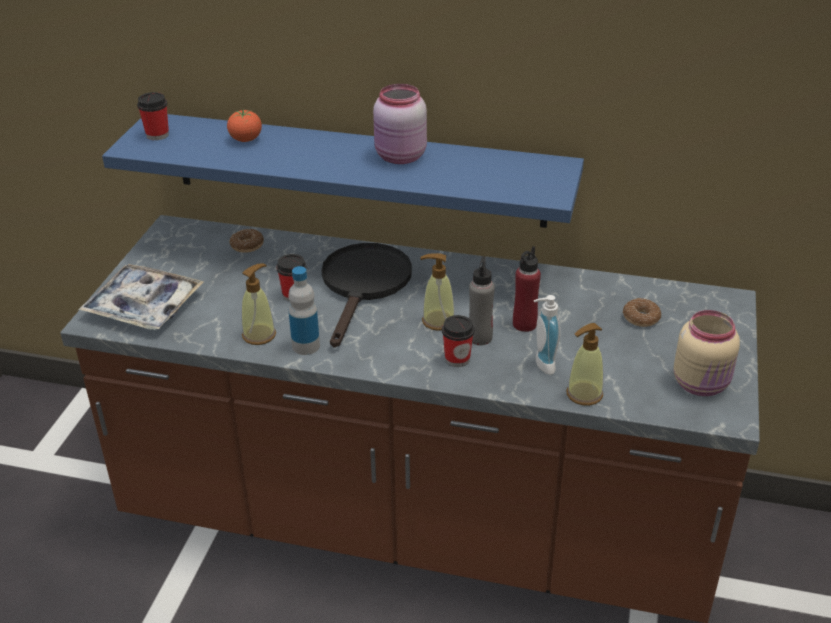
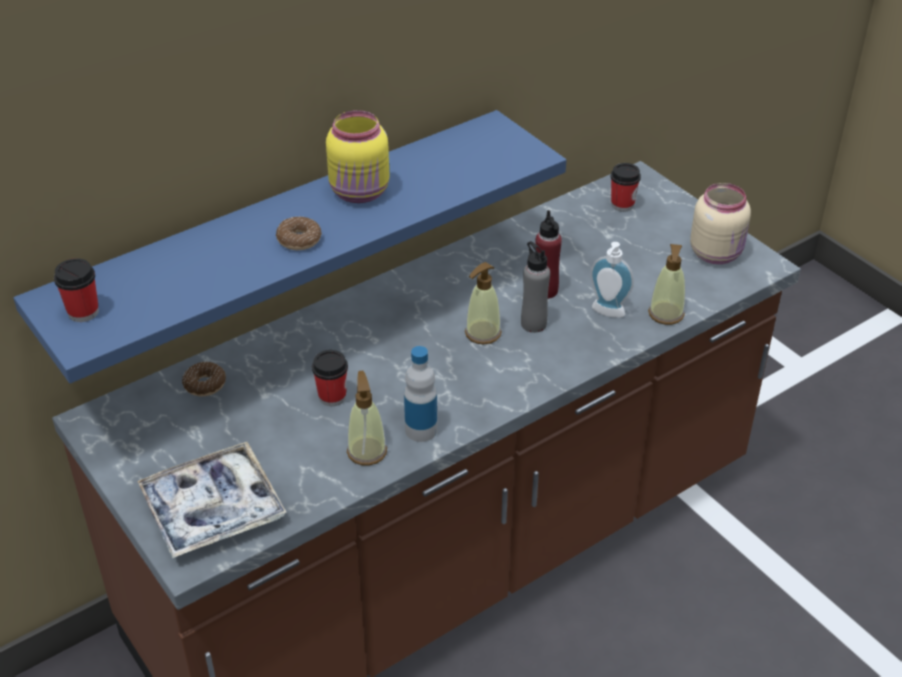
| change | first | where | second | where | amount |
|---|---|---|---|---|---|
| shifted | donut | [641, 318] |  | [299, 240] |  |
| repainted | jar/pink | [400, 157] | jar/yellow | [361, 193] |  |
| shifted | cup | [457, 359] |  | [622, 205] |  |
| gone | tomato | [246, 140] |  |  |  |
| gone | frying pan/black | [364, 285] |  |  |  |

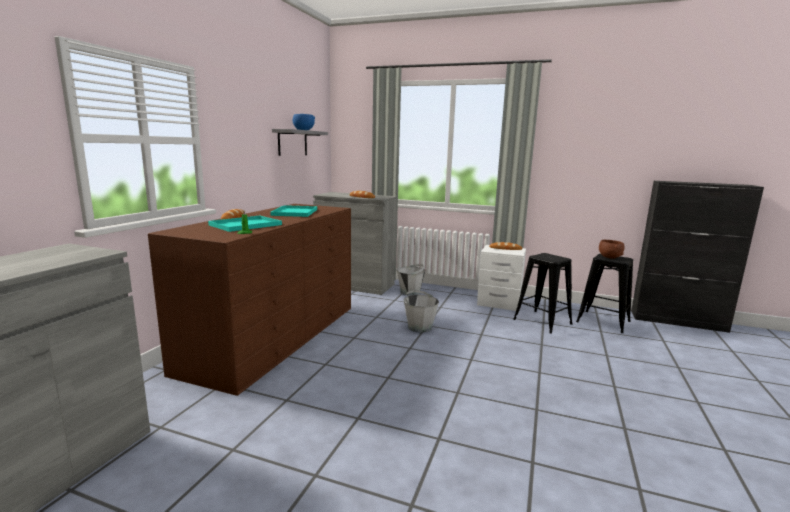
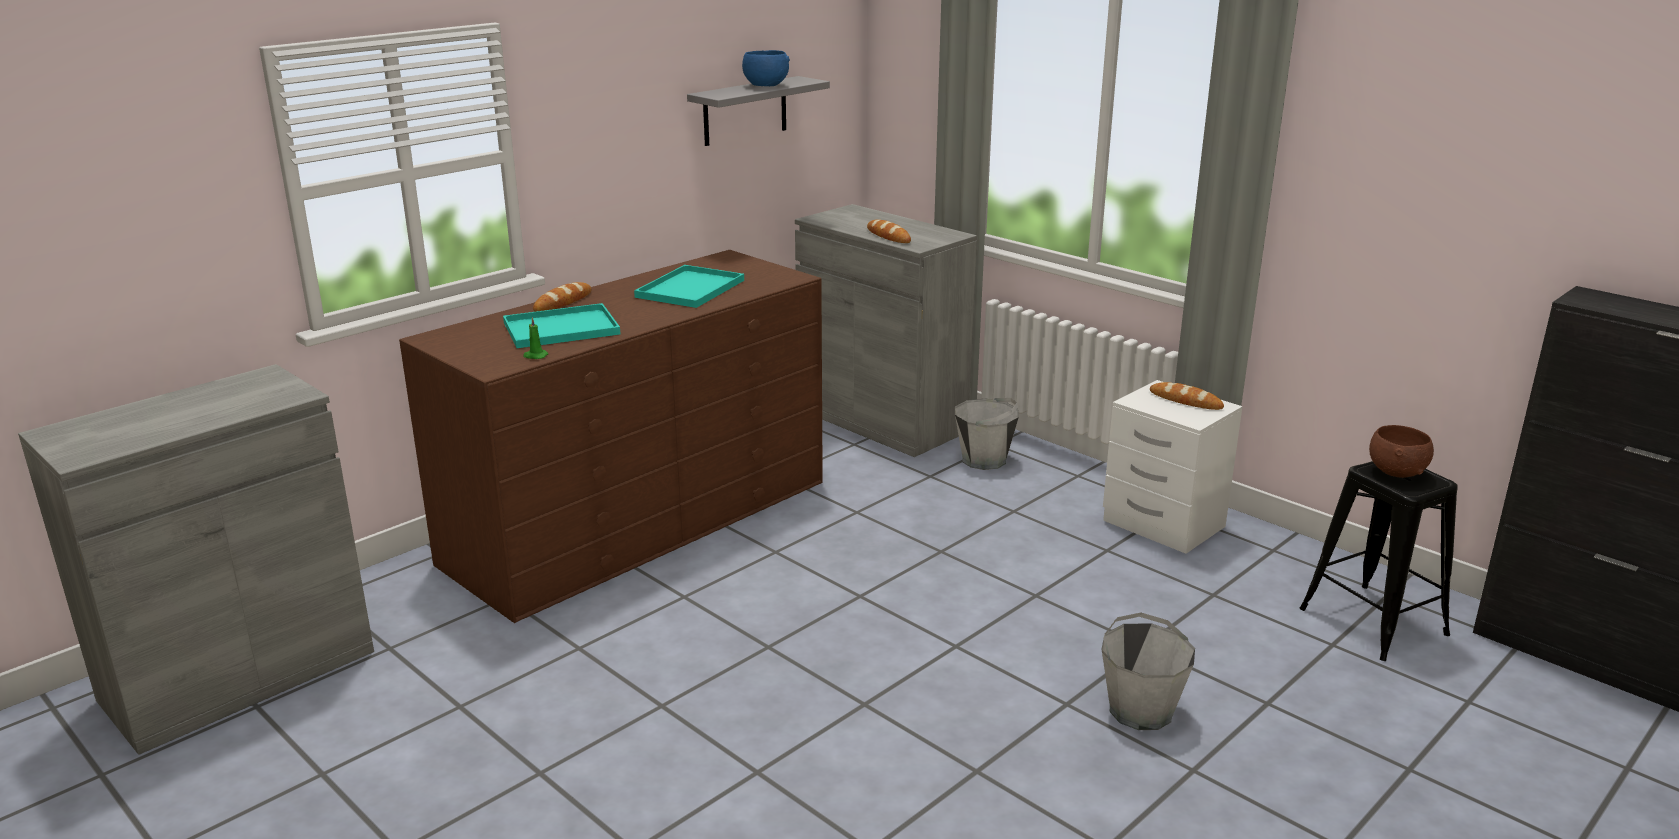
| change | first | where | second | where | amount |
|---|---|---|---|---|---|
| shifted | bucket/grey | [419, 327] |  | [1140, 710] |  |
| gone | stool/black | [542, 321] |  |  |  |

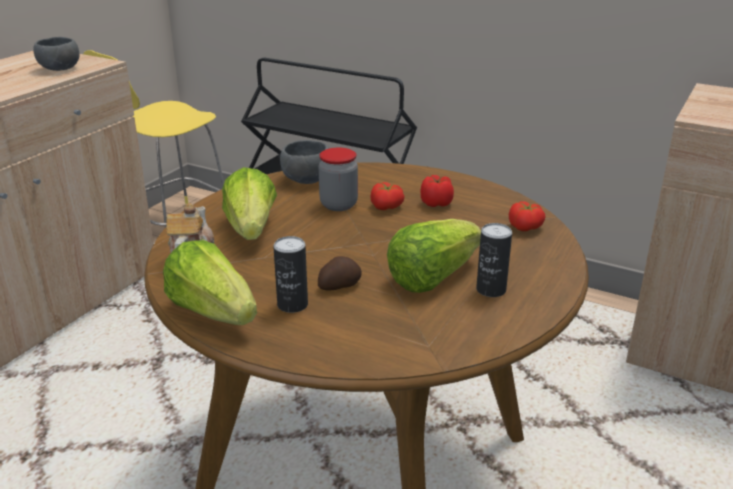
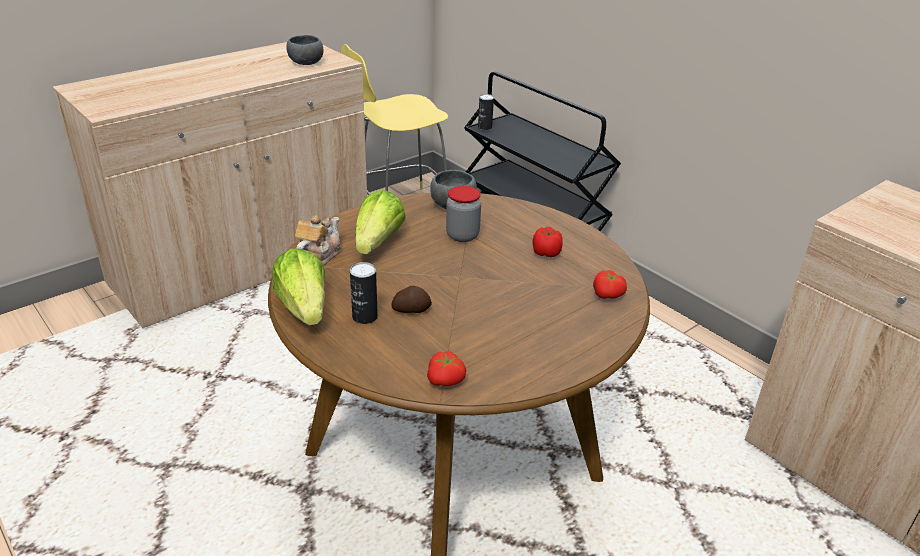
| change | first | where | second | where | amount |
|---|---|---|---|---|---|
| shifted | tomato | [387, 207] |  | [446, 380] |  |
| shifted | can | [491, 290] |  | [485, 127] |  |
| gone | lettuce | [432, 277] |  |  |  |

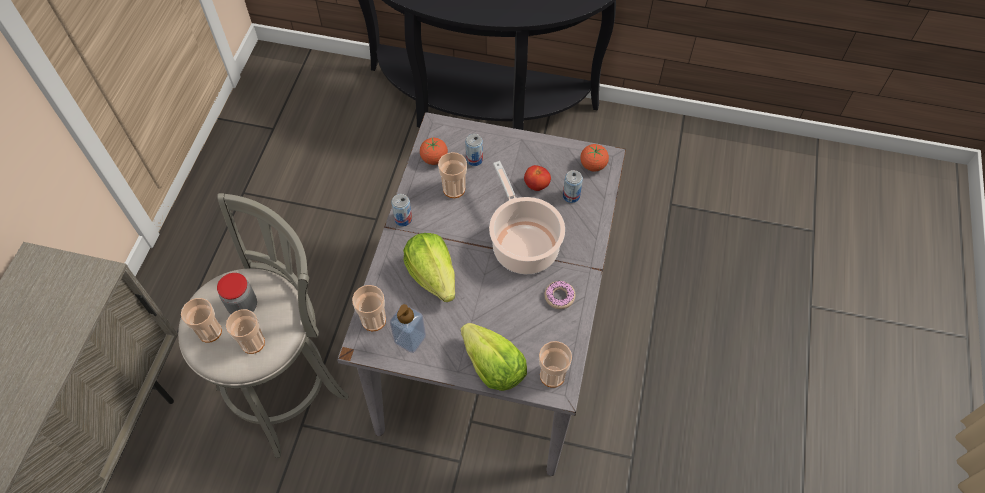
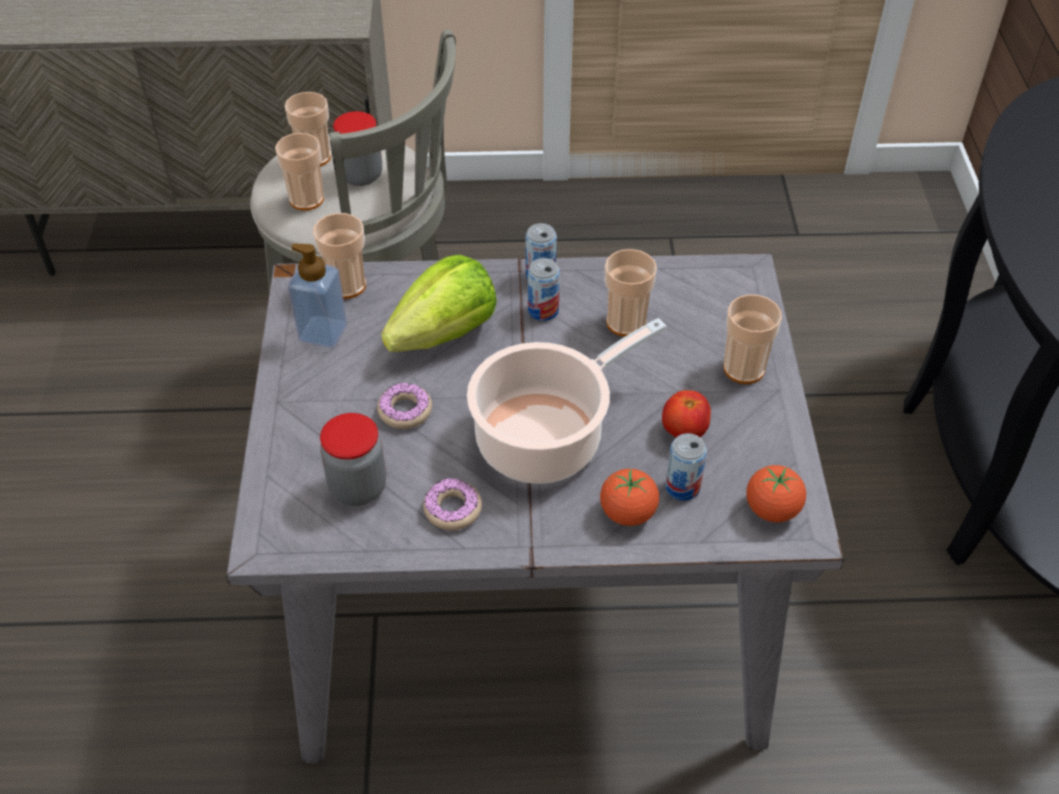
| change | first | where | second | where | amount |
|---|---|---|---|---|---|
| new |  |  | jar | [358, 487] |  |
| new |  |  | donut | [405, 411] |  |
| shifted | can | [474, 159] |  | [543, 310] |  |
| shifted | tomato | [434, 159] |  | [628, 513] |  |
| shifted | cup | [552, 375] |  | [744, 368] |  |
| gone | lettuce | [493, 367] |  |  |  |

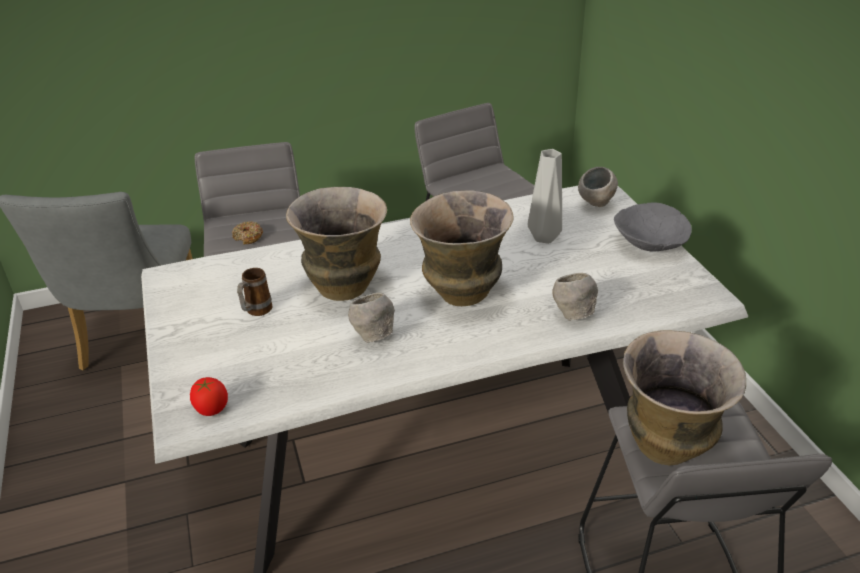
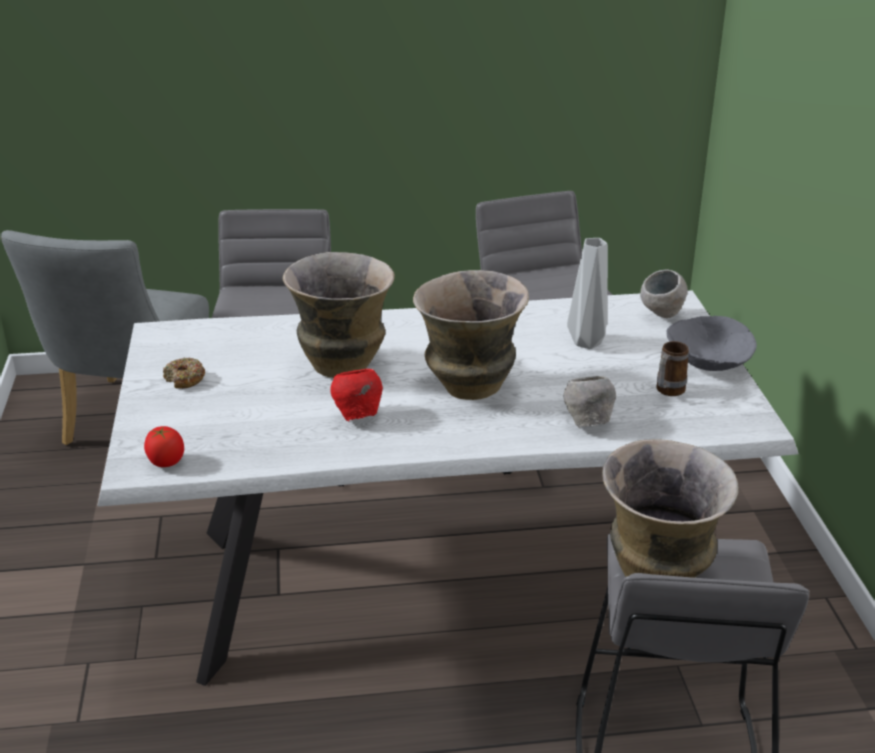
| change | first | where | second | where | amount |
|---|---|---|---|---|---|
| shifted | donut | [248, 237] |  | [185, 379] |  |
| repainted | bowl/grey | [373, 336] | bowl/red | [357, 416] |  |
| shifted | mug | [256, 312] |  | [667, 392] |  |

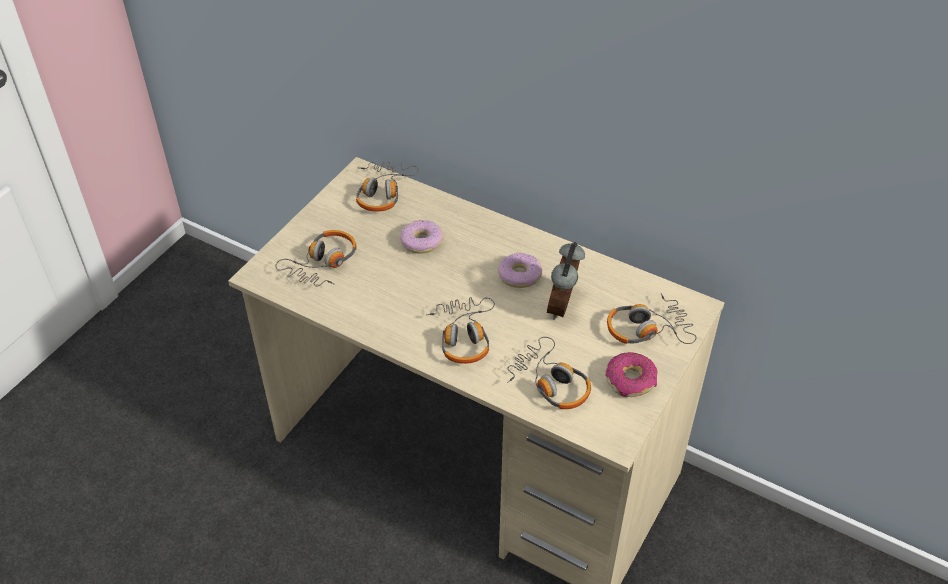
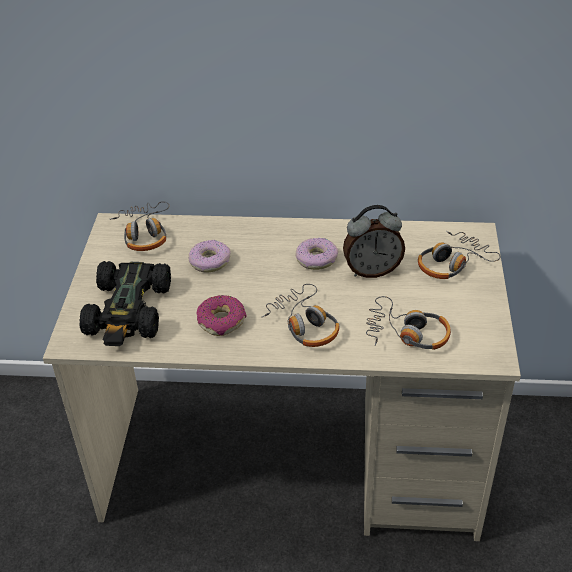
| change | first | where | second | where | amount |
|---|---|---|---|---|---|
| swapped | headphones | [322, 264] | toy car/black | [129, 311] |  |
| shifted | donut | [631, 380] |  | [222, 321] |  |
| rotated | alarm clock | [563, 307] |  | [372, 270] | 90 degrees counterclockwise |

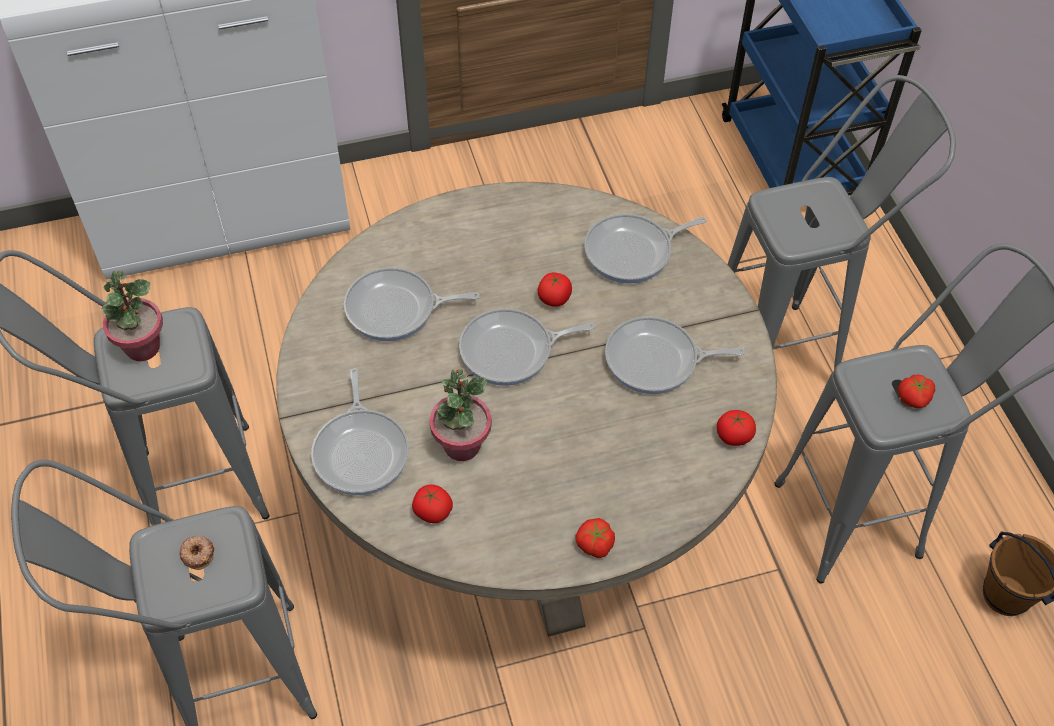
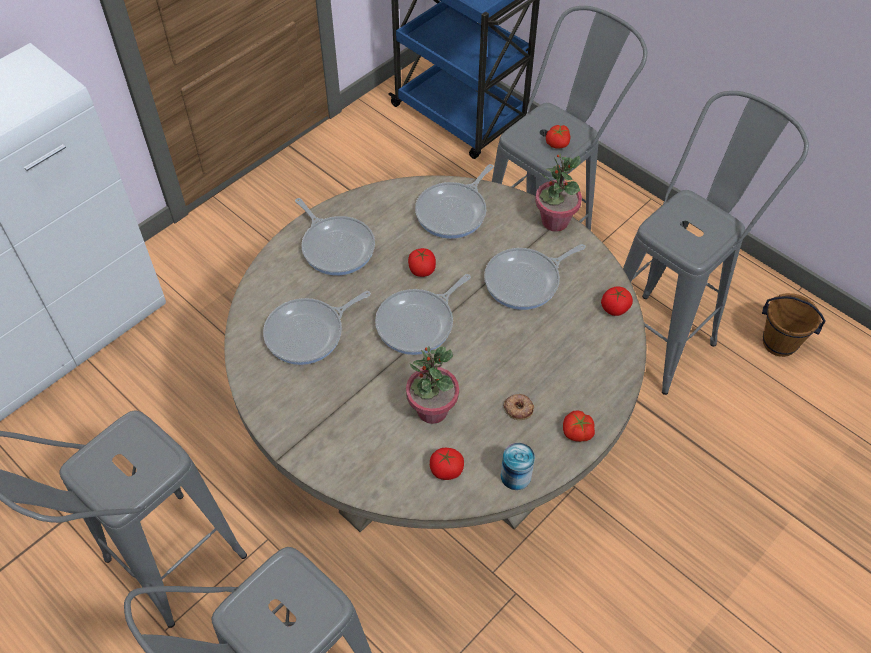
| change | first | where | second | where | amount |
|---|---|---|---|---|---|
| shifted | frying pan | [361, 451] |  | [336, 246] |  |
| new |  |  | can | [515, 476] |  |
| shifted | donut | [198, 553] |  | [518, 408] |  |
| shifted | potted plant | [142, 347] |  | [554, 221] |  |
| shifted | tomato | [914, 398] |  | [558, 143] |  |

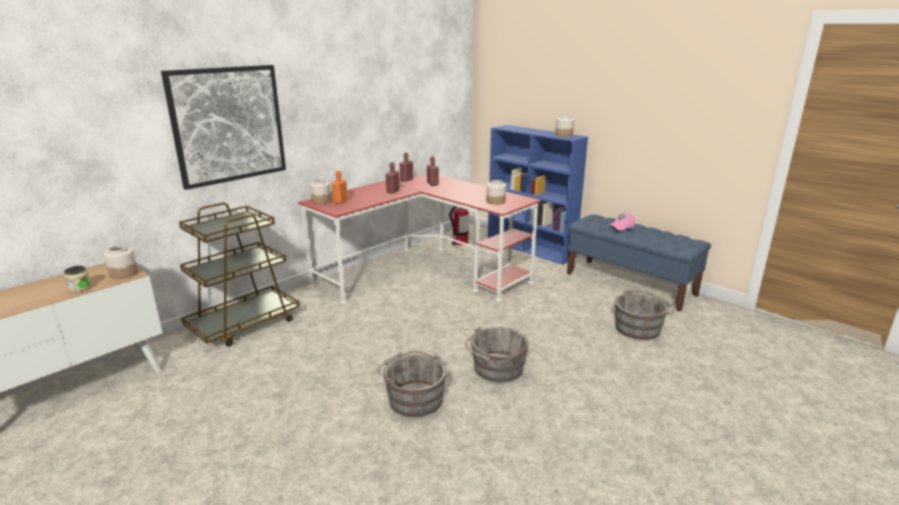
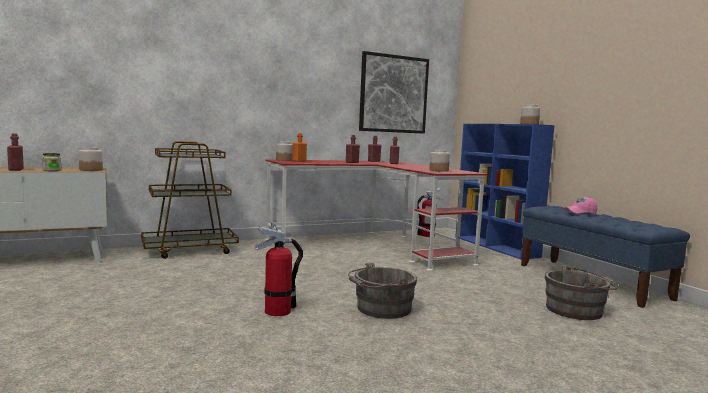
| change | first | where | second | where | amount |
|---|---|---|---|---|---|
| new |  |  | bottle/red | [16, 170] |  |
| swapped | bucket/grey | [413, 398] | fire extinguisher | [278, 311] |  |
| shifted | picture | [228, 125] |  | [393, 94] |  |

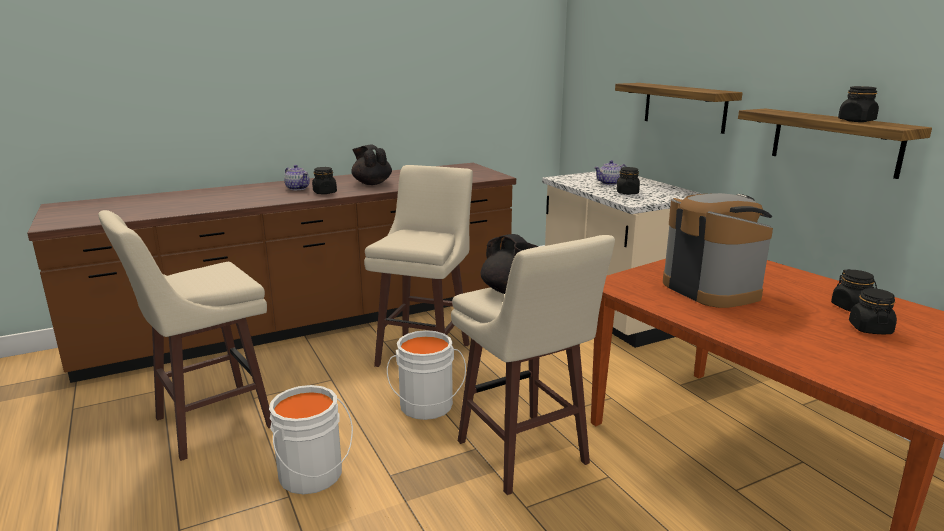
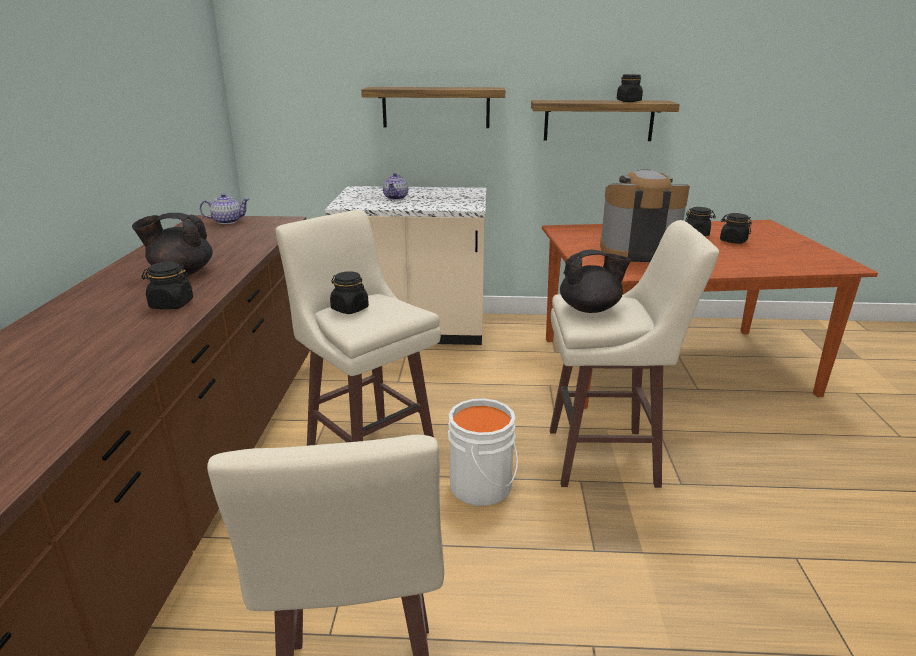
| change | first | where | second | where | amount |
|---|---|---|---|---|---|
| shifted | teapot | [297, 188] |  | [227, 221] |  |
| shifted | jar/black | [627, 192] |  | [349, 309] |  |
| gone | bucket/white | [313, 475] |  |  |  |

